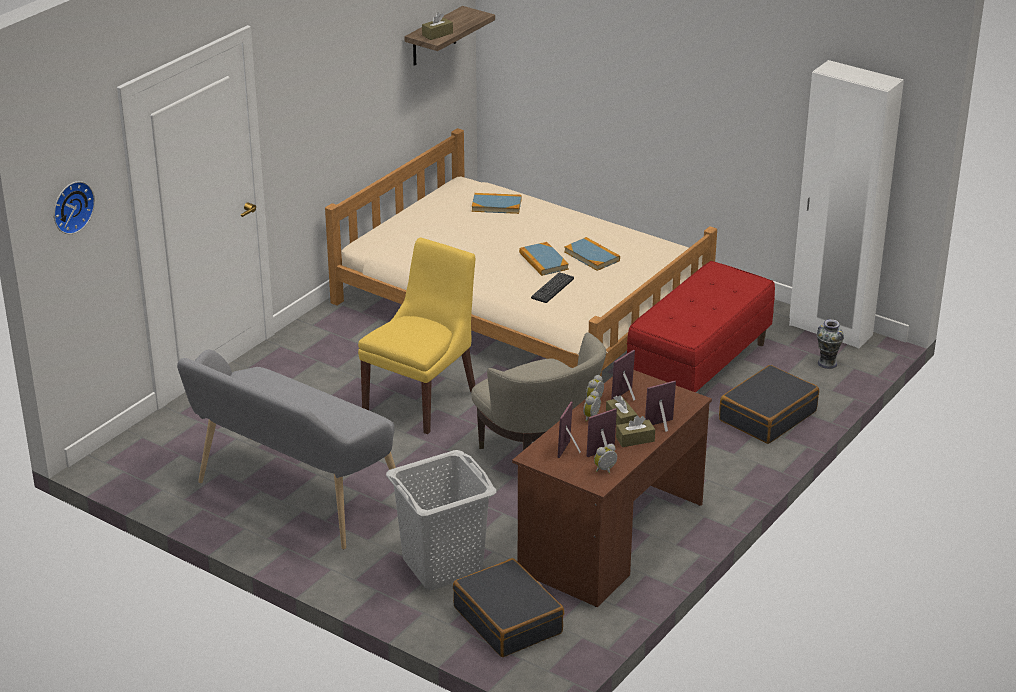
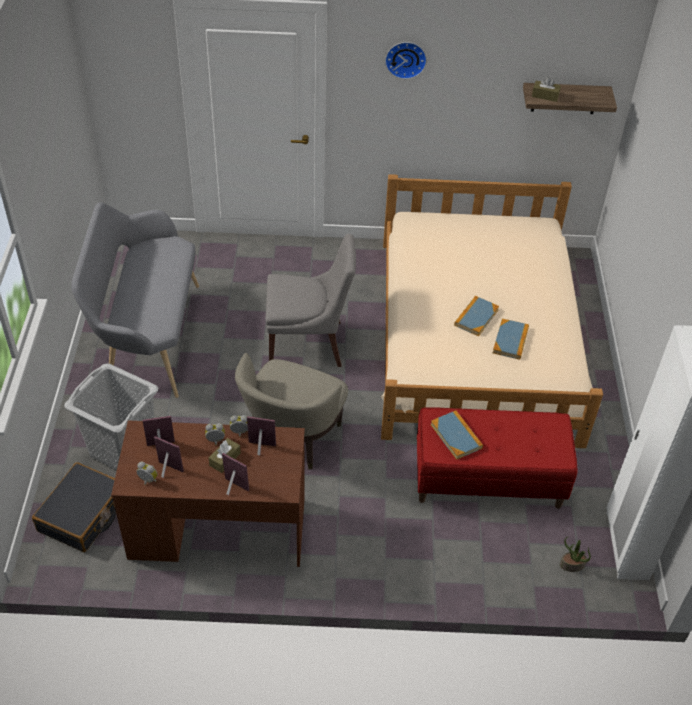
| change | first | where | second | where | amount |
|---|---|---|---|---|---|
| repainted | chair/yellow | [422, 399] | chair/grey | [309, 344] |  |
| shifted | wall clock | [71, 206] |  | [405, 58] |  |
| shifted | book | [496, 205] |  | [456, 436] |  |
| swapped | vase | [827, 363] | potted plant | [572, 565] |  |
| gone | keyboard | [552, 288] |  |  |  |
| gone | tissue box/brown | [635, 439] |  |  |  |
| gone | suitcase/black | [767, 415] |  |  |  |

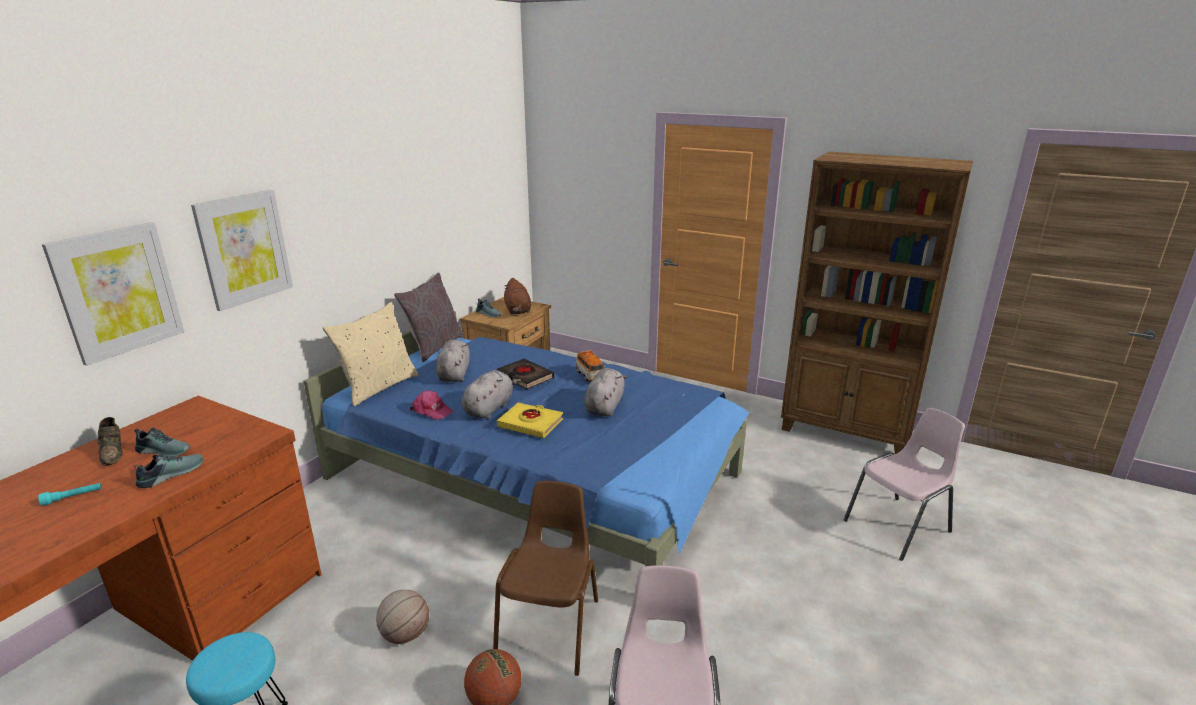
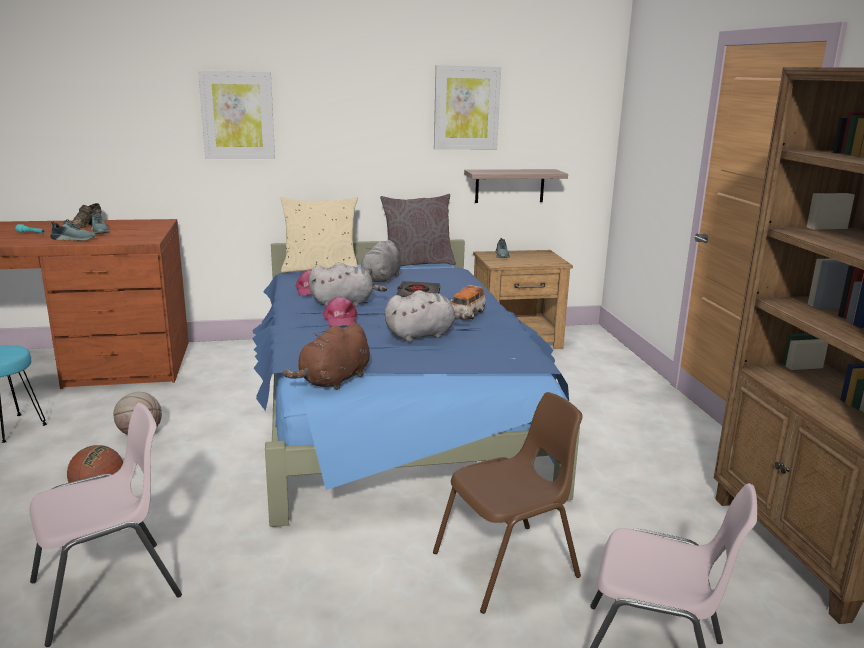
| change | first | where | second | where | amount |
|---|---|---|---|---|---|
| shifted | plush toy/brown | [517, 311] |  | [333, 381] |  |
| swapped | book/yellow | [530, 424] | cap/pink | [340, 320] |  |
| rotated | plush toy/grey | [454, 374] |  | [381, 279] | 150 degrees clockwise |
| shifted | chair/brown | [550, 627] |  | [508, 565] |  |
| shifted | picture | [118, 291] |  | [466, 108] |  |
| new |  |  | shelf | [509, 186] |  |

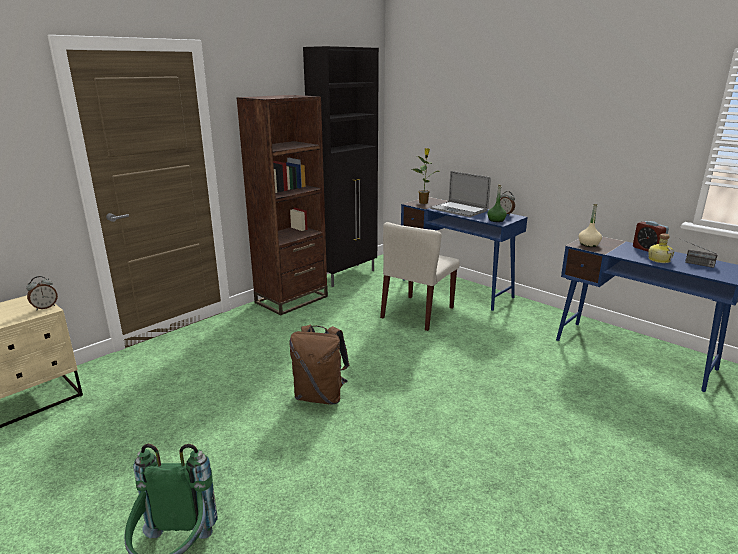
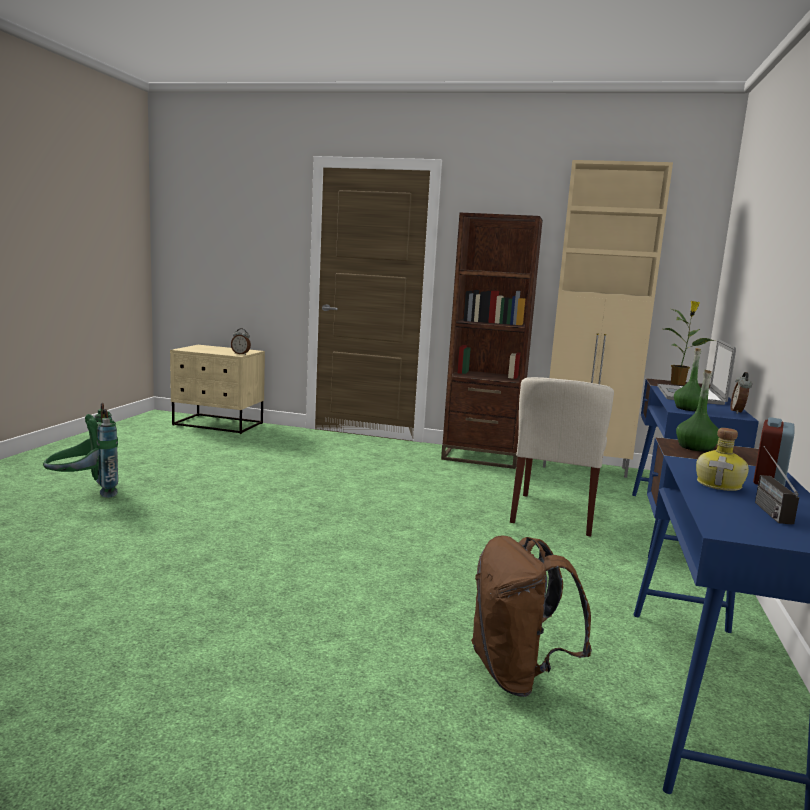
| change | first | where | second | where | amount |
|---|---|---|---|---|---|
| shifted | backpack/brown | [320, 396] |  | [518, 675] |  |
| rotated | chair/beige | [417, 313] |  | [554, 514] | 75 degrees counterclockwise |
| repainted | cabinet/black | [346, 275] | cabinet/beige | [585, 468] |  |
| repainted | bottle/beige | [588, 244] | bottle/green | [696, 447] |  |

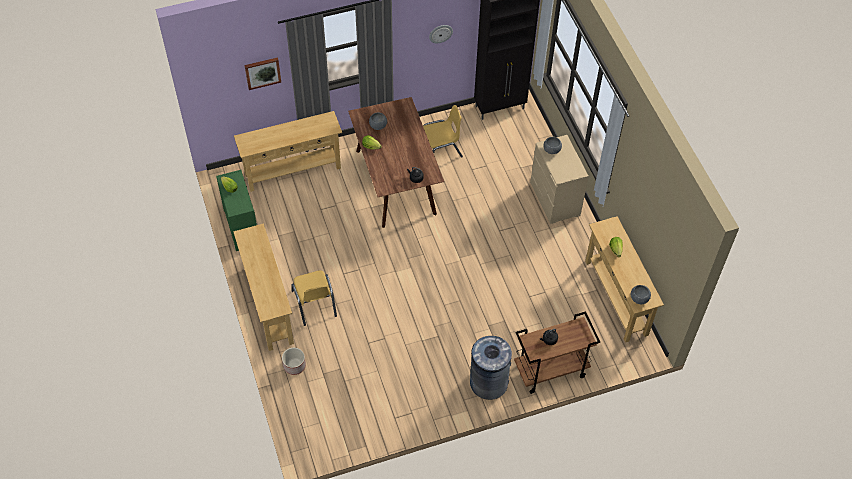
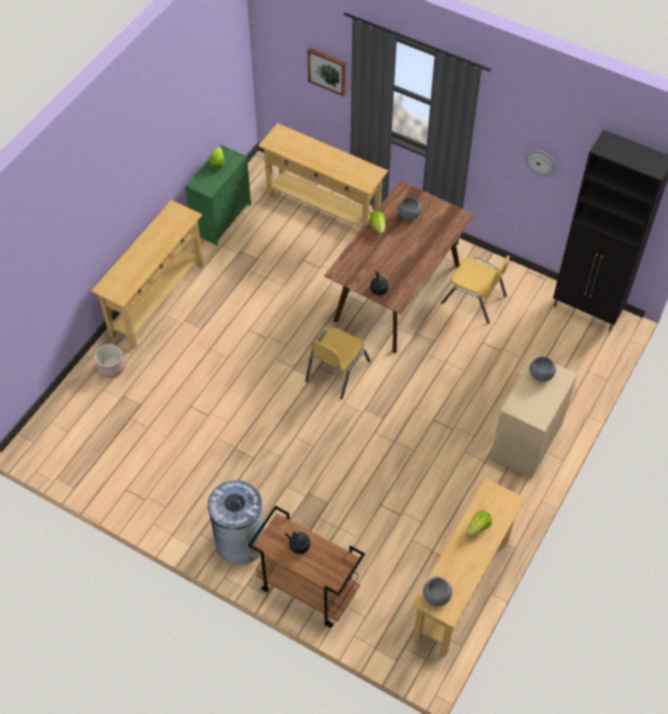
| change | first | where | second | where | amount |
|---|---|---|---|---|---|
| shifted | chair/yellow | [314, 304] |  | [336, 371] |  |

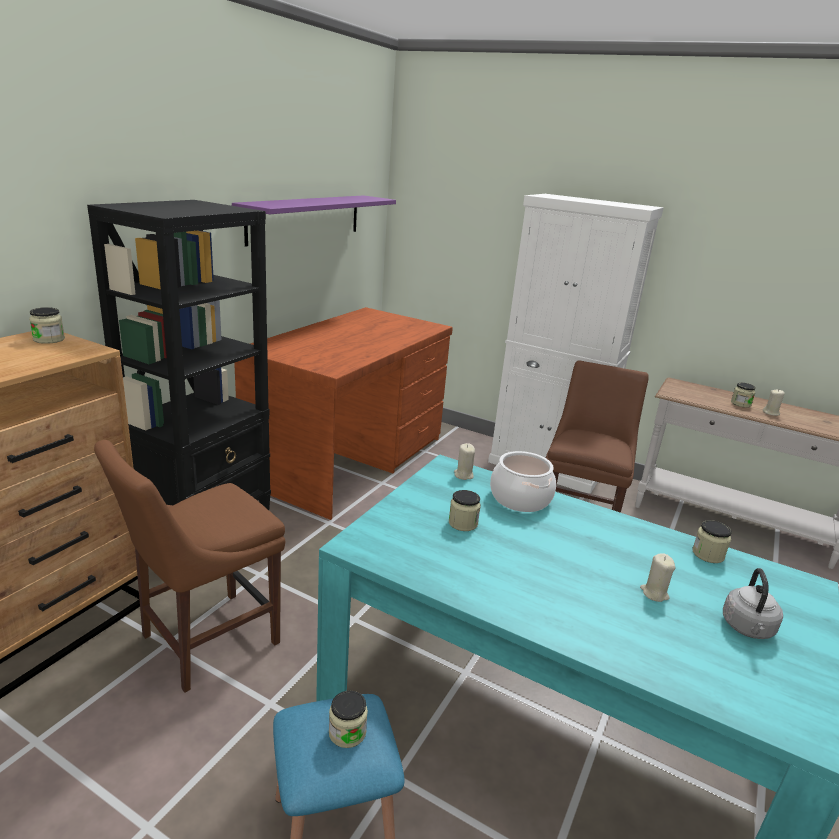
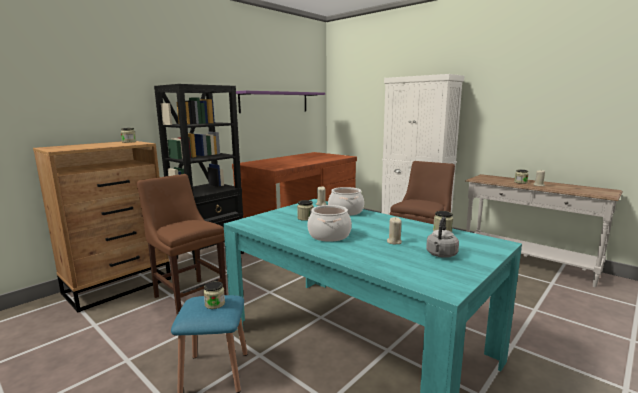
| change | first | where | second | where | amount |
|---|---|---|---|---|---|
| rotated | chair/brown | [204, 641] |  | [188, 295] | 75 degrees clockwise |
| new |  |  | cooking pot | [329, 235] |  |

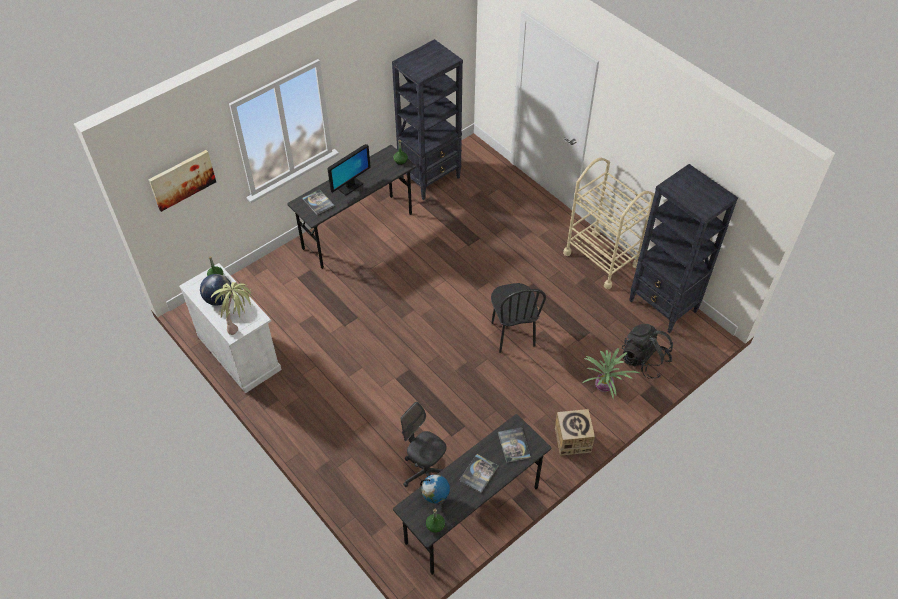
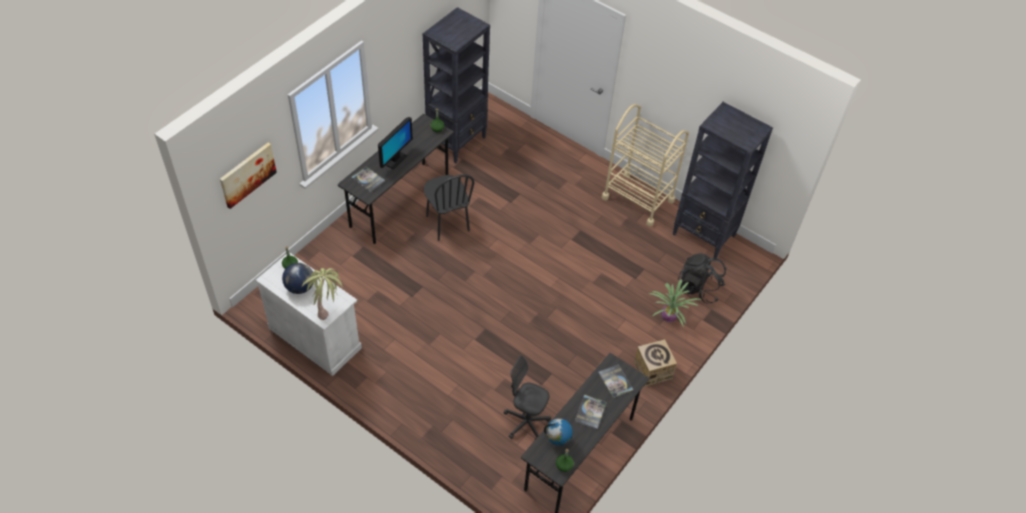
| change | first | where | second | where | amount |
|---|---|---|---|---|---|
| shifted | chair/black | [512, 334] |  | [447, 223] |  |

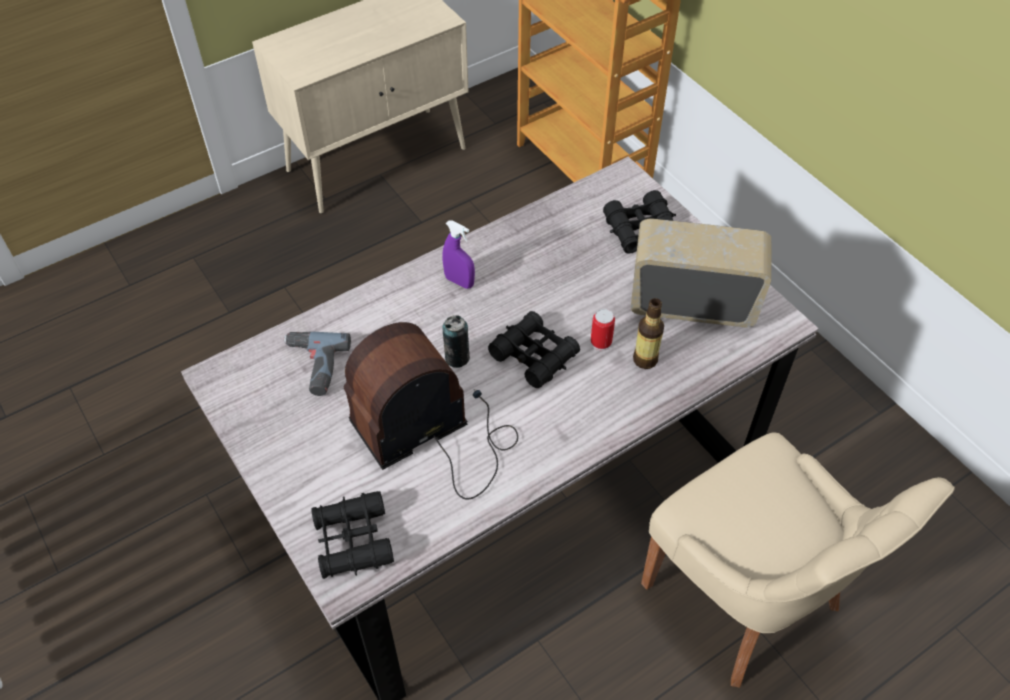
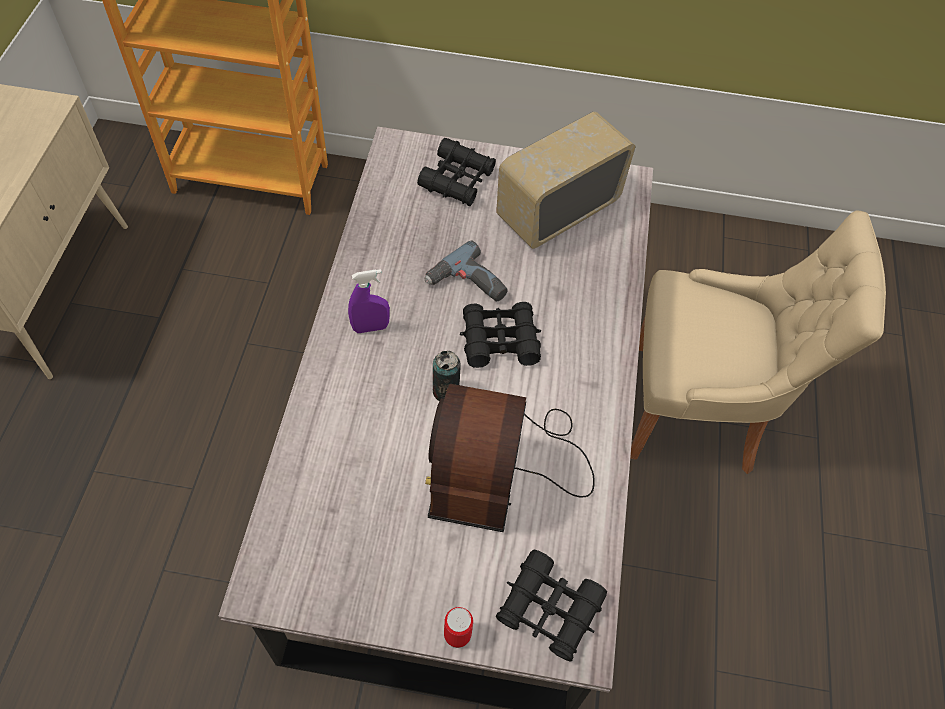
| change | first | where | second | where | amount |
|---|---|---|---|---|---|
| shifted | power drill | [312, 366] |  | [467, 285] |  |
| shifted | can | [601, 342] |  | [457, 634] |  |
| gone | bottle | [645, 360] |  |  |  |

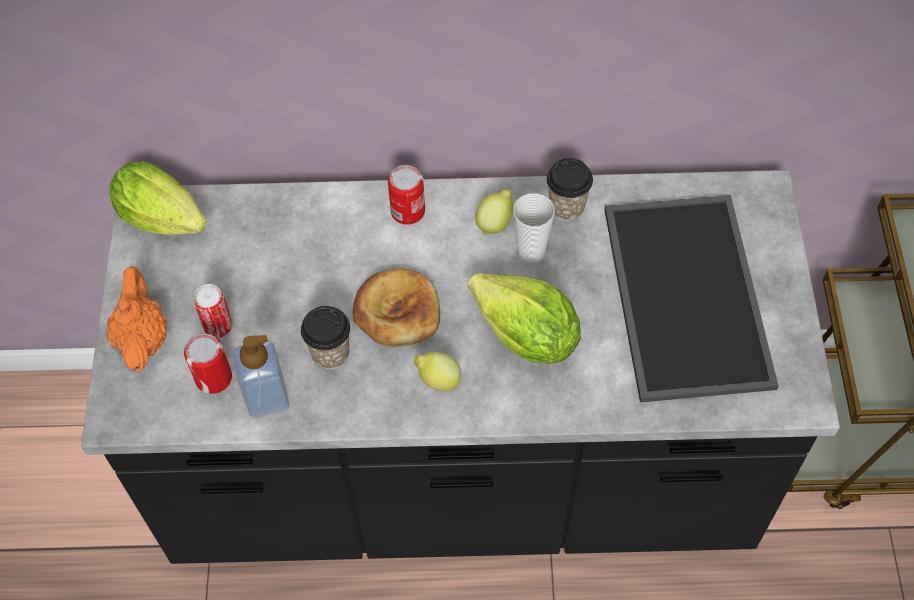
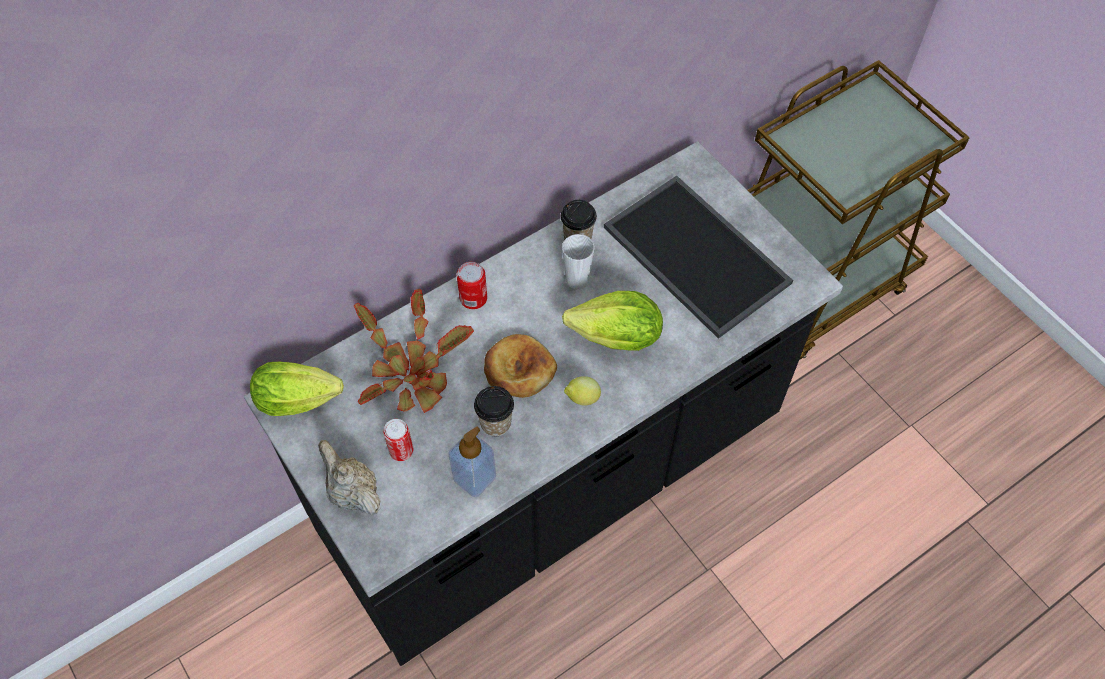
| change | first | where | second | where | amount |
|---|---|---|---|---|---|
| repainted | teapot/orange | [142, 340] | teapot/beige | [352, 492] |  |
| new |  |  | potted plant | [412, 372] |  |
| gone | can | [213, 378] |  |  |  |
| gone | lemon | [495, 223] |  |  |  |

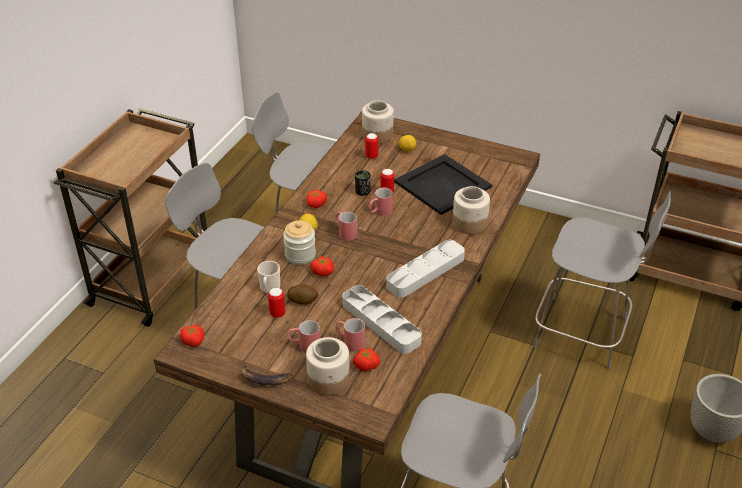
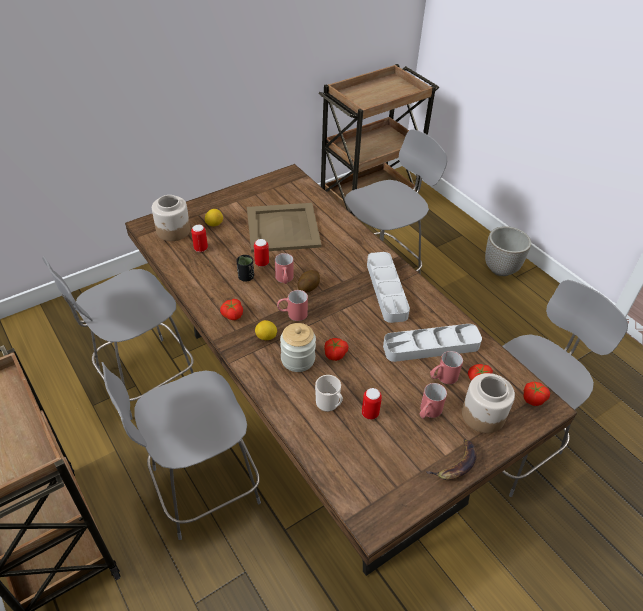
| change | first | where | second | where | amount |
|---|---|---|---|---|---|
| repainted | tray/black | [441, 184] | tray/beige | [282, 228] |  |
| shifted | potato | [303, 300] |  | [308, 287] |  |
| shifted | tomato | [193, 340] |  | [532, 398] |  |
| gone | jar | [469, 223] |  |  |  |

